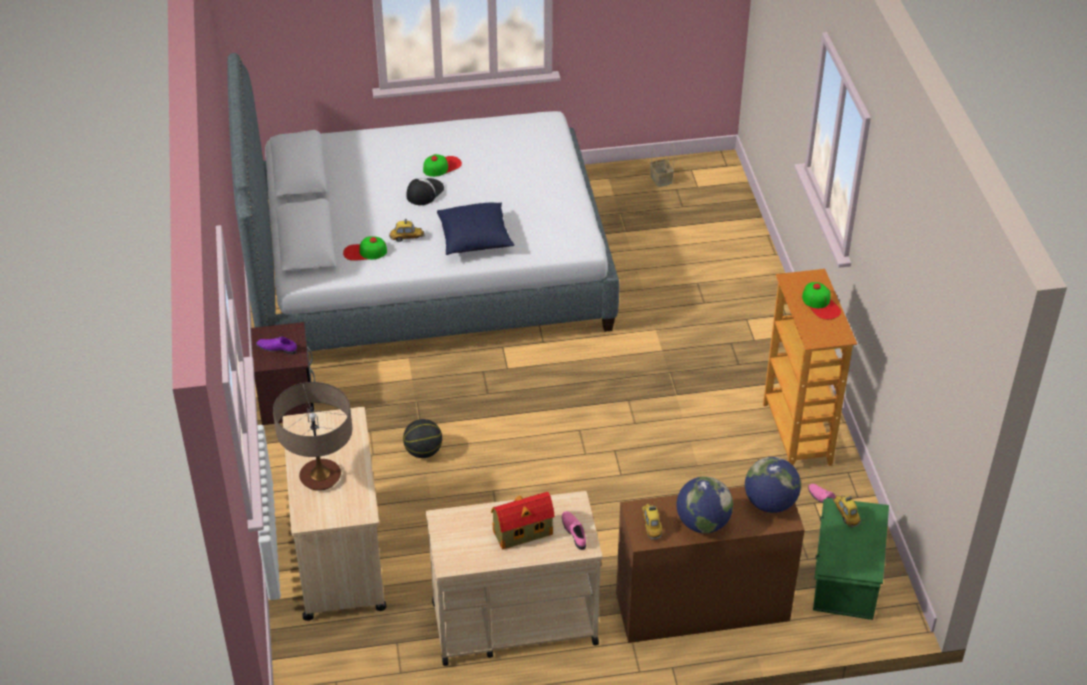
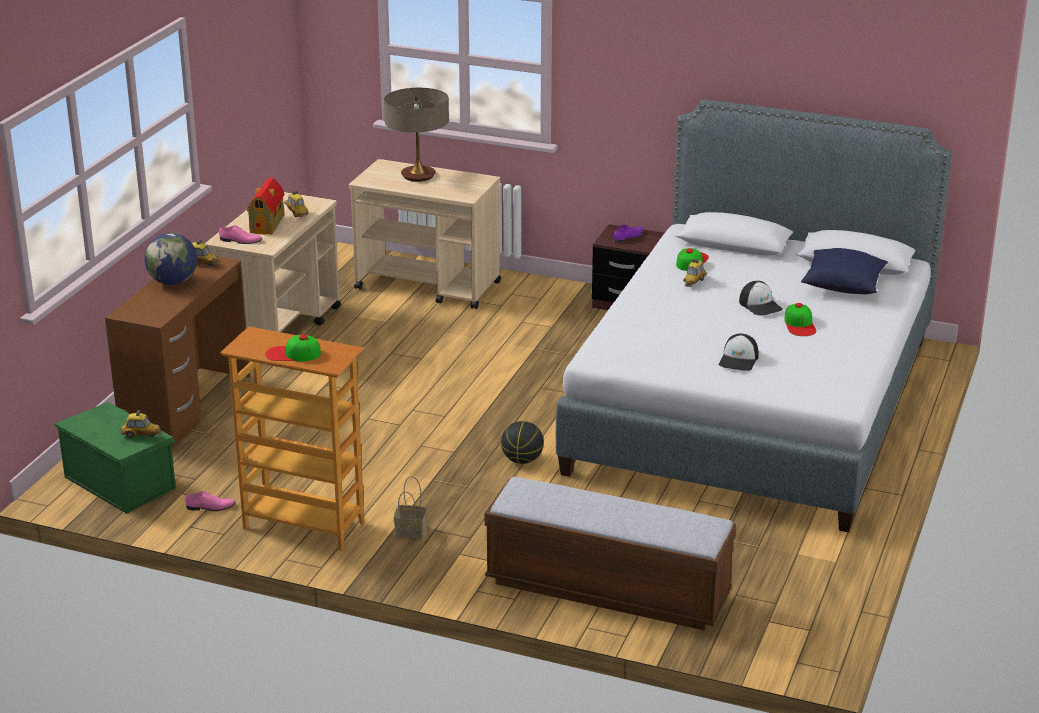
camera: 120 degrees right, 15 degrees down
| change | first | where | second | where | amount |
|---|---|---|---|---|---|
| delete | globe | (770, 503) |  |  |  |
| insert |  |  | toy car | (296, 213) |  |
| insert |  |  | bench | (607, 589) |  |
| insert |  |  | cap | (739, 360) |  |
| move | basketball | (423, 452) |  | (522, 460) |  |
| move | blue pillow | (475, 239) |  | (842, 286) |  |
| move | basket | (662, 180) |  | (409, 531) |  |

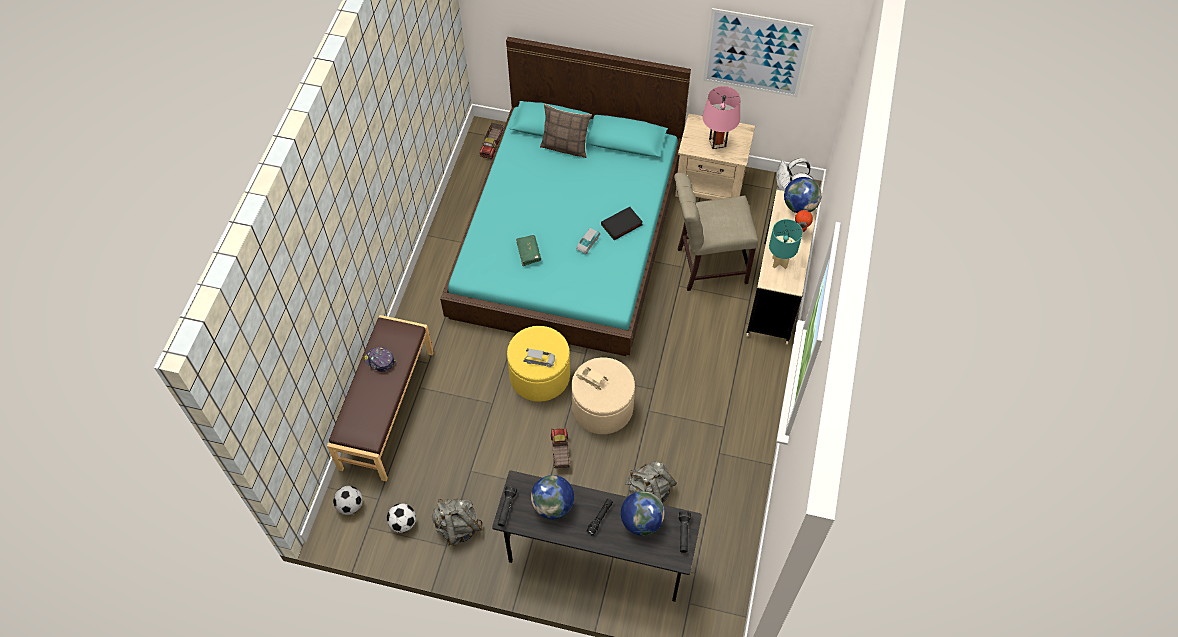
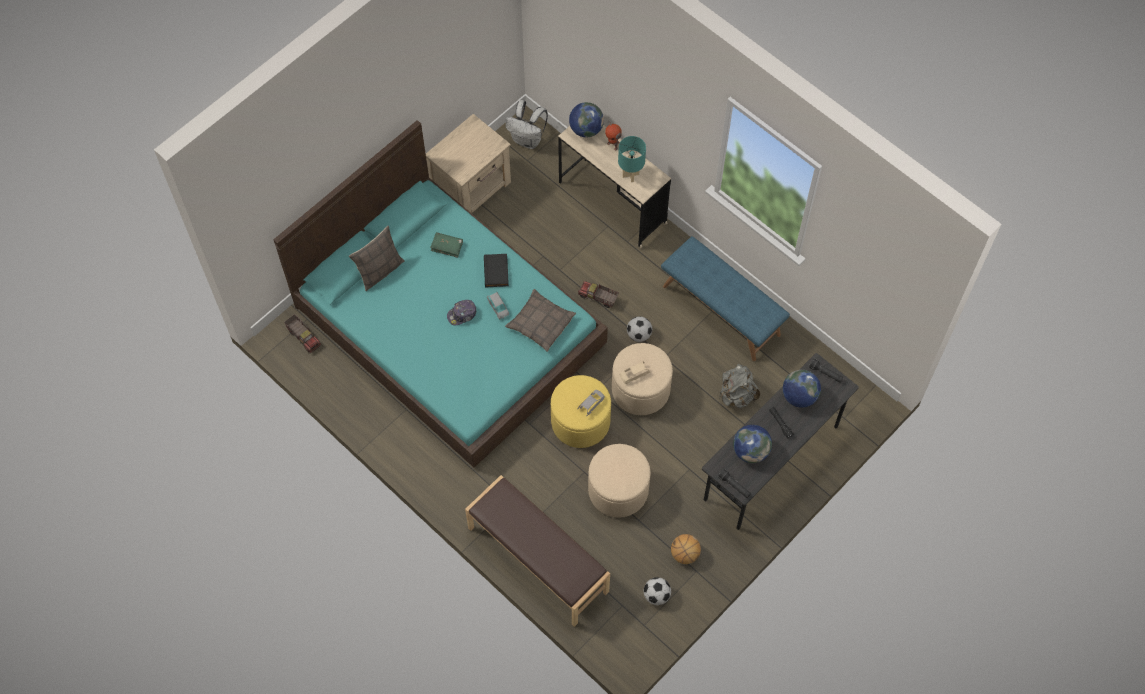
camera: 60 degrees left, 5 degrees up
| change | first | where | second | where | amount |
|---|---|---|---|---|---|
| delete | beige chair | (707, 265) |  |  |  |
| delete | pink table lamp | (717, 142) |  |  |  |
| delete | picture | (756, 53) |  |  |  |
| insert |  |  | pillow | (540, 323) |  |
| insert |  |  | beige ottoman | (618, 490) |  |
| insert |  |  | blue bench | (721, 310) |  |
| move | football | (350, 505) |  | (639, 335) |  |
| move | cap | (379, 361) |  | (462, 314) |  |
| move | green book | (528, 252) |  | (447, 246) |  |
| move | toy truck | (560, 452) |  | (598, 298) |  |
| replace | grey backpack | (457, 527) | basketball | (684, 554) |  |

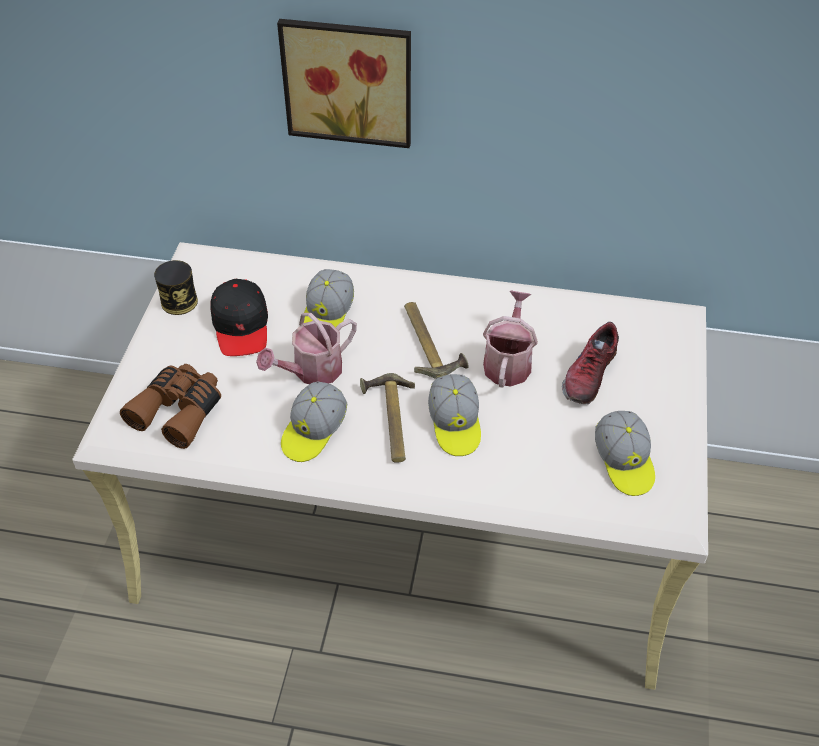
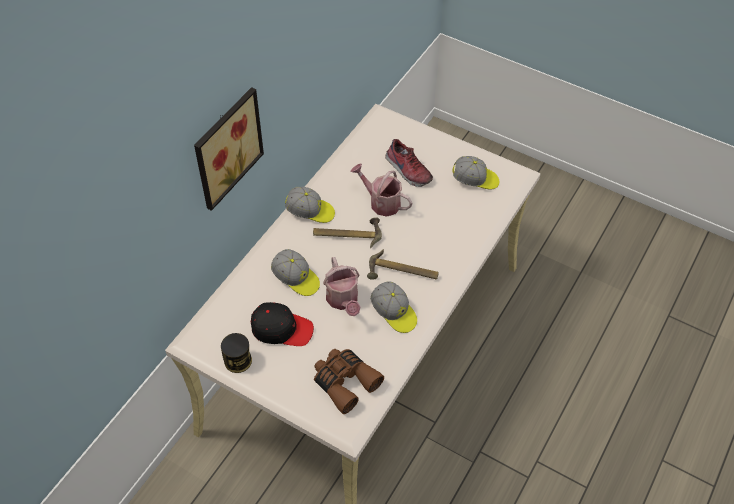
camera: 70 degrees left, 5 degrees up
| change | first | where | second | where | amount |
|---|---|---|---|---|---|
| move | cap | (455, 424) |  | (310, 212) |  |

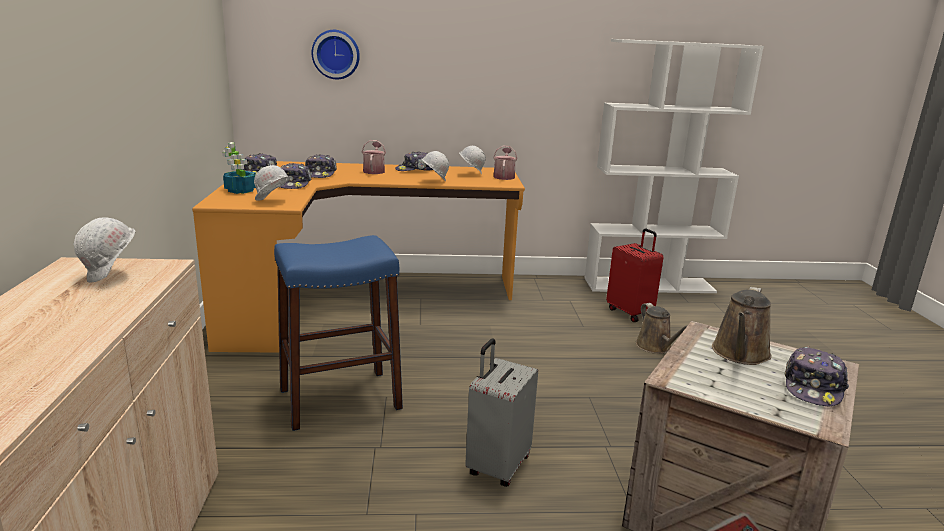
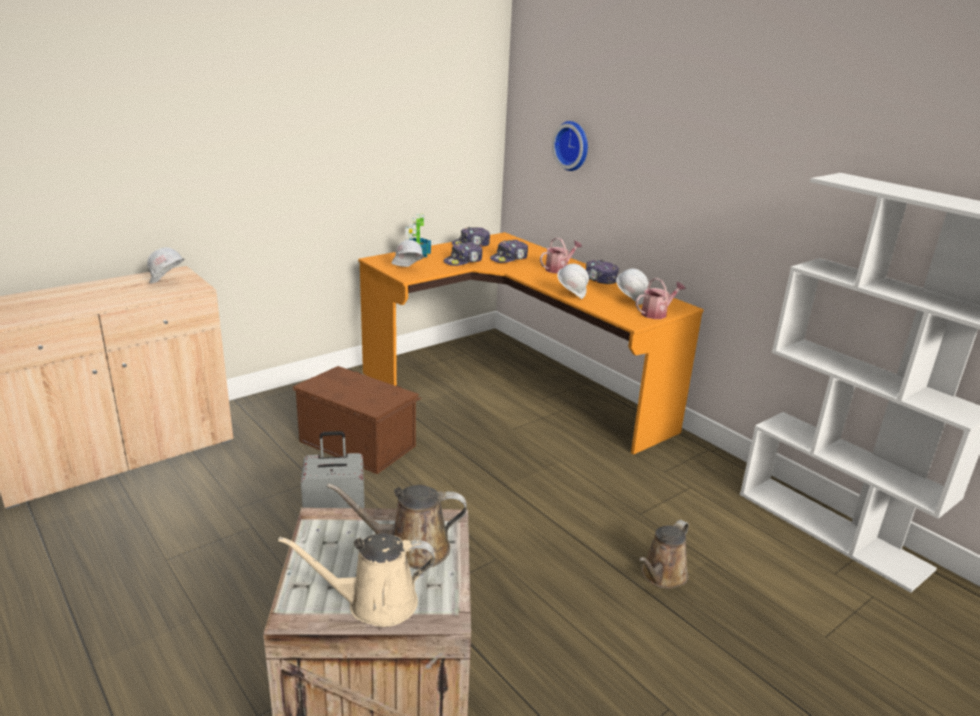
camera: 55 degrees right, 5 degrees up
| change | first | where | second | where | amount |
|---|---|---|---|---|---|
| delete | red suitcase | (630, 313) |  |  |  |
| replace | blue stool | (339, 399) | brown storage box | (358, 443) |  |
| replace | cap | (813, 387) | beige watering can | (375, 603) |  |

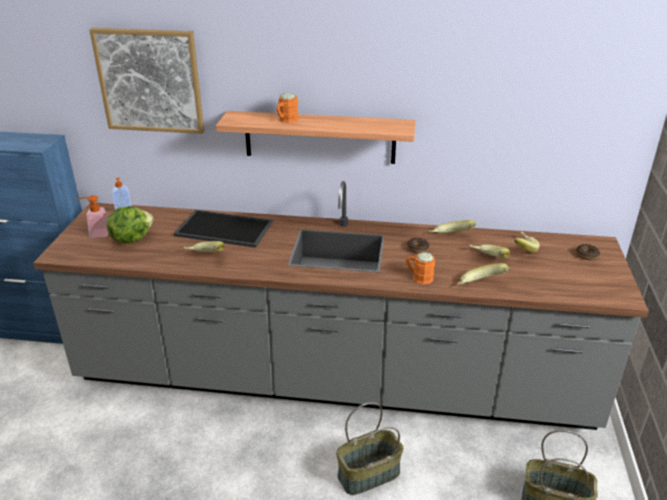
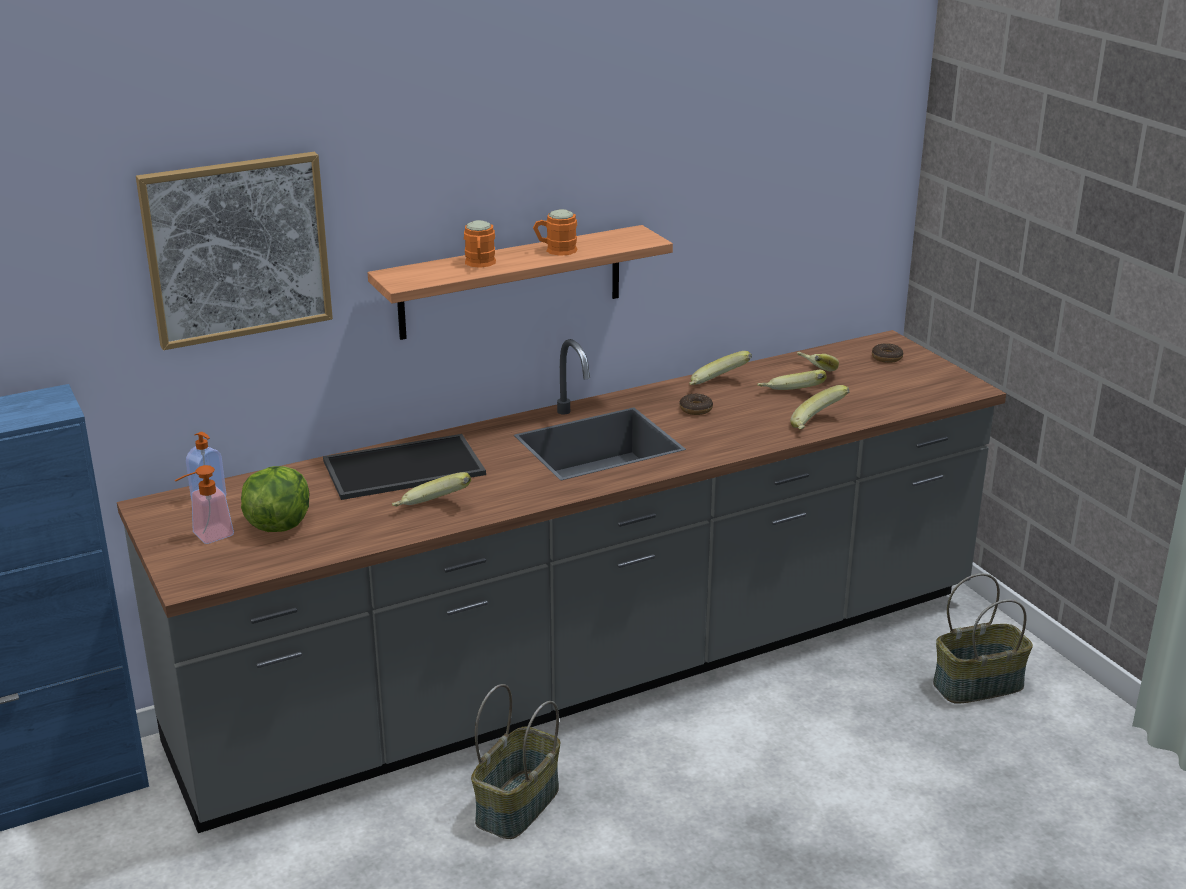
camera: 35 degrees left, 5 degrees down
| change | first | where | second | where | amount |
|---|---|---|---|---|---|
| move | basket | (368, 475) |  | (518, 806) |  |
| move | orange mug | (419, 277) |  | (555, 250) |  |

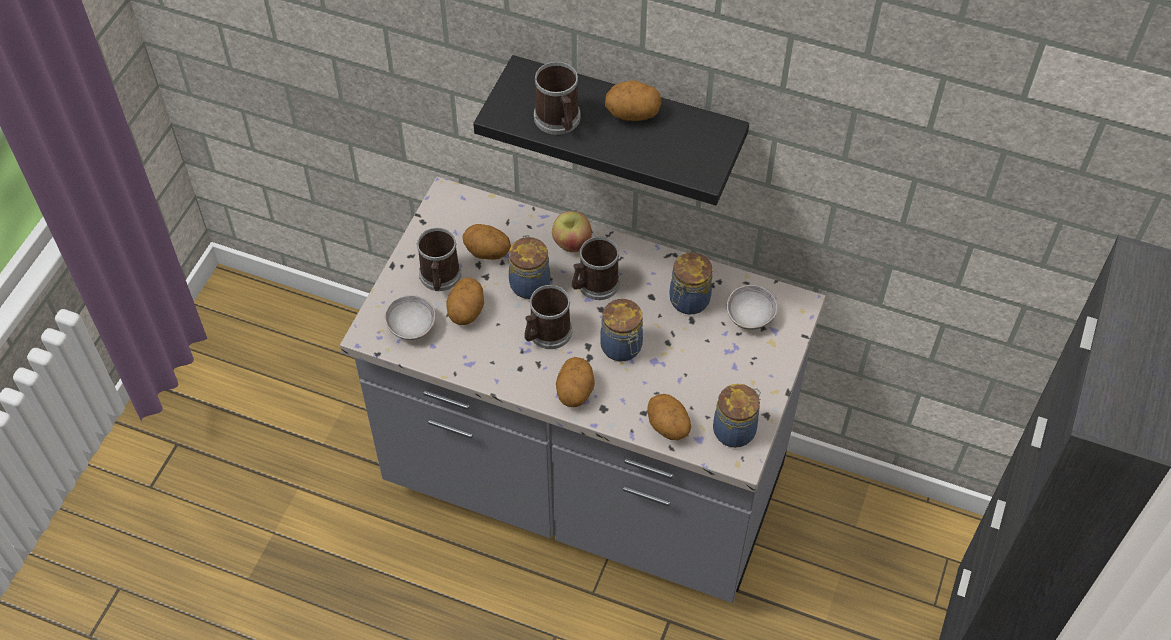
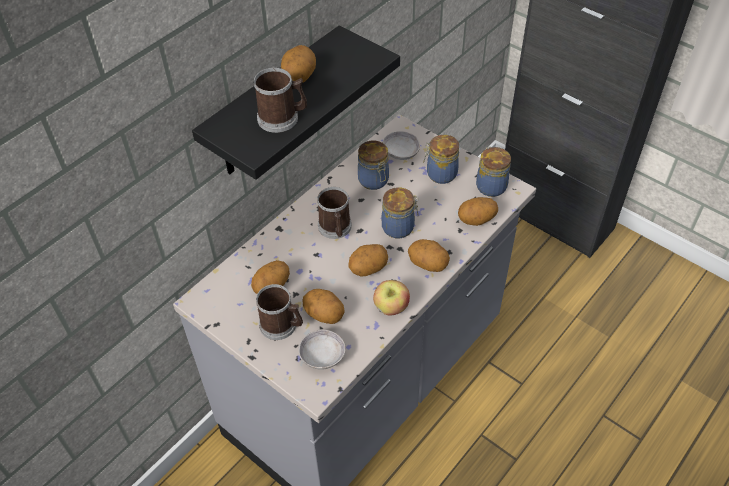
camera: 70 degrees left, 5 degrees down
| change | first | where | second | where | amount |
|---|---|---|---|---|---|
| move | jar | (529, 283) |  | (440, 174) |  |
| move | apple | (571, 243) |  | (391, 307) |  |
| replace | mug | (546, 334) | potato | (368, 268) |  |

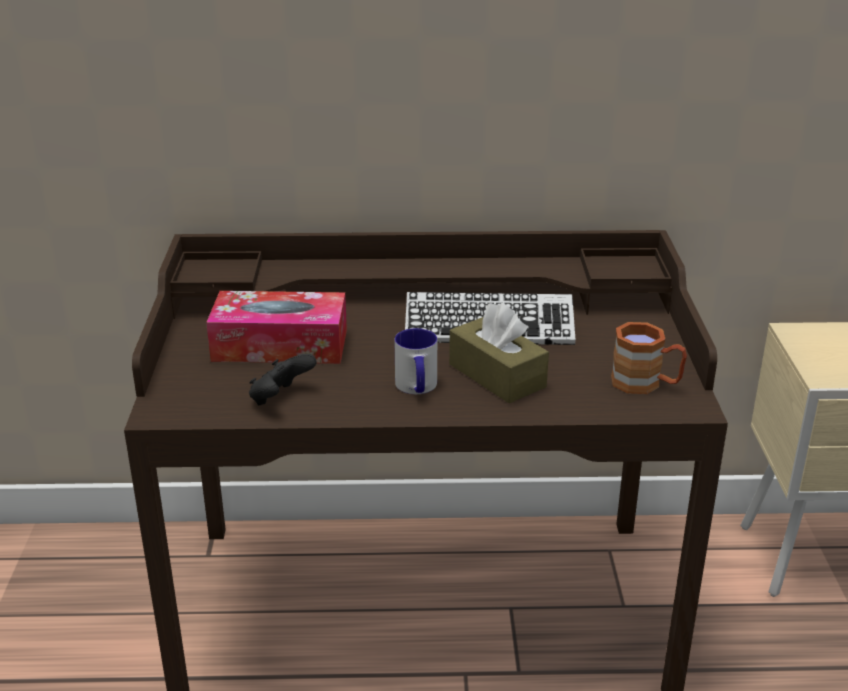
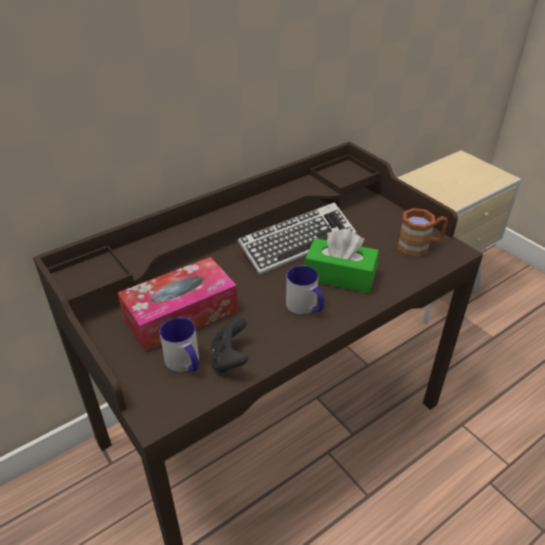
camera: 35 degrees left, 10 degrees up
| change | first | where | second | where | amount |
|---|---|---|---|---|---|
| insert |  |  | mug | (185, 363) |  |
| recolor | brown tissue box | (497, 375) | green tissue box | (340, 276) |  |

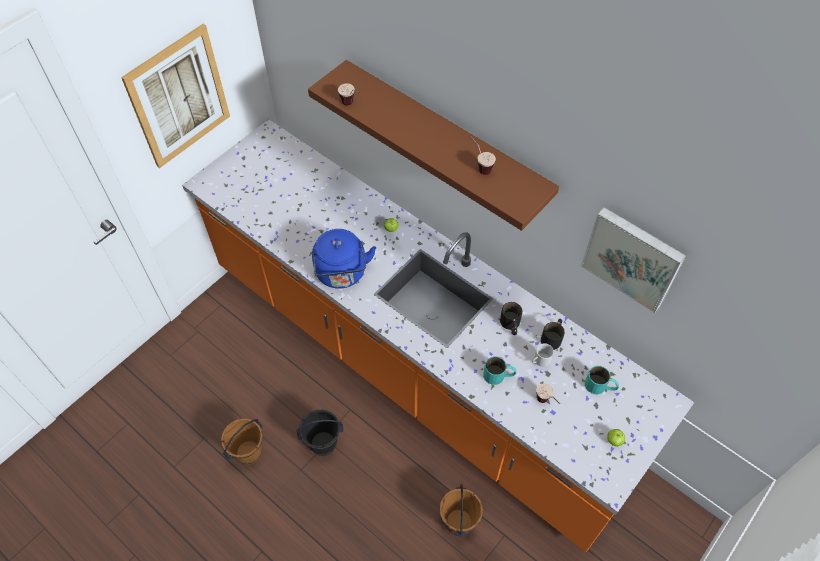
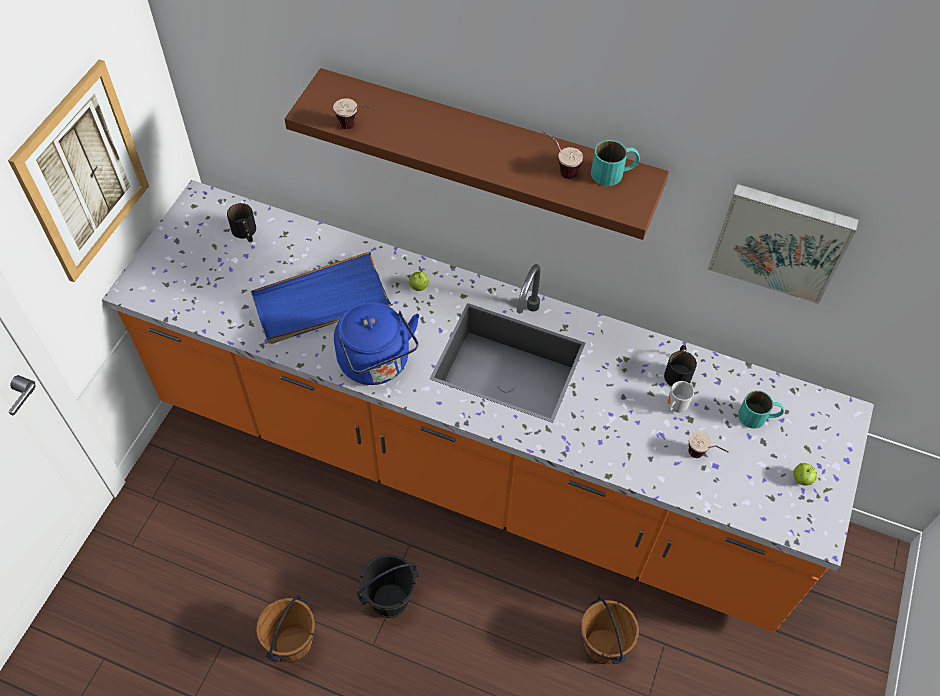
camera: 20 degrees left, 0 degrees up
| change | first | where | second | where | amount |
|---|---|---|---|---|---|
| insert |  |  | blue tray | (321, 302) |  |
| move | turquoise mug | (499, 375) |  | (614, 172) |  |
| move | black mug | (511, 325) |  | (246, 233) |  |

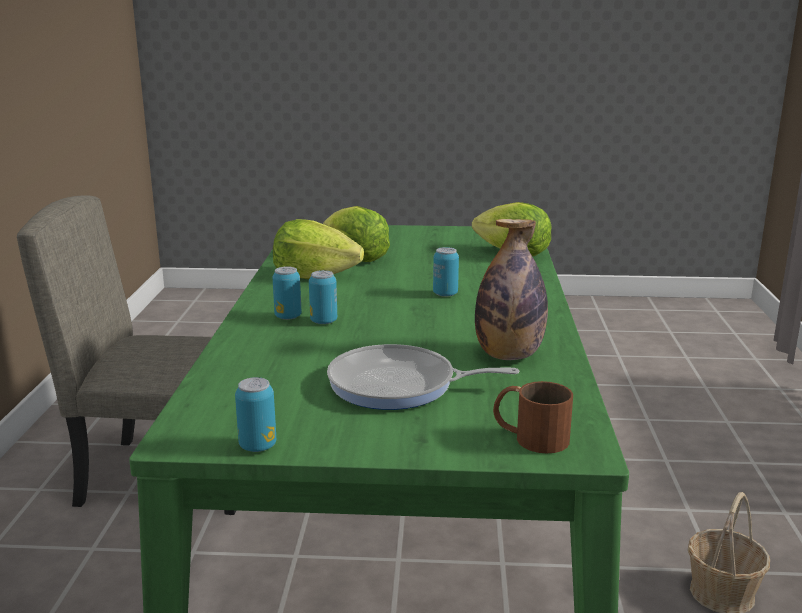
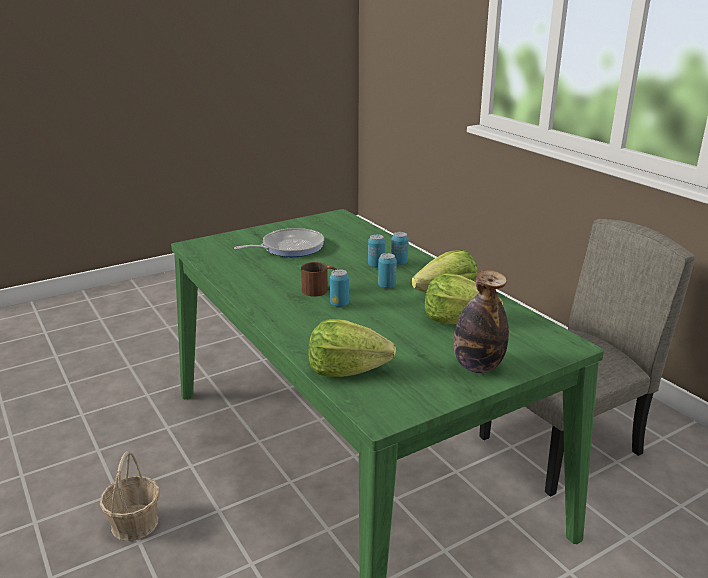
camera: 145 degrees right, 5 degrees up
| change | first | where | second | where | amount |
|---|---|---|---|---|---|
| move | can | (257, 446) |  | (386, 286) |  |
| move | bottle | (508, 355) |  | (477, 366) |  |
| move | brown mug | (529, 436) |  | (321, 290) |  |

